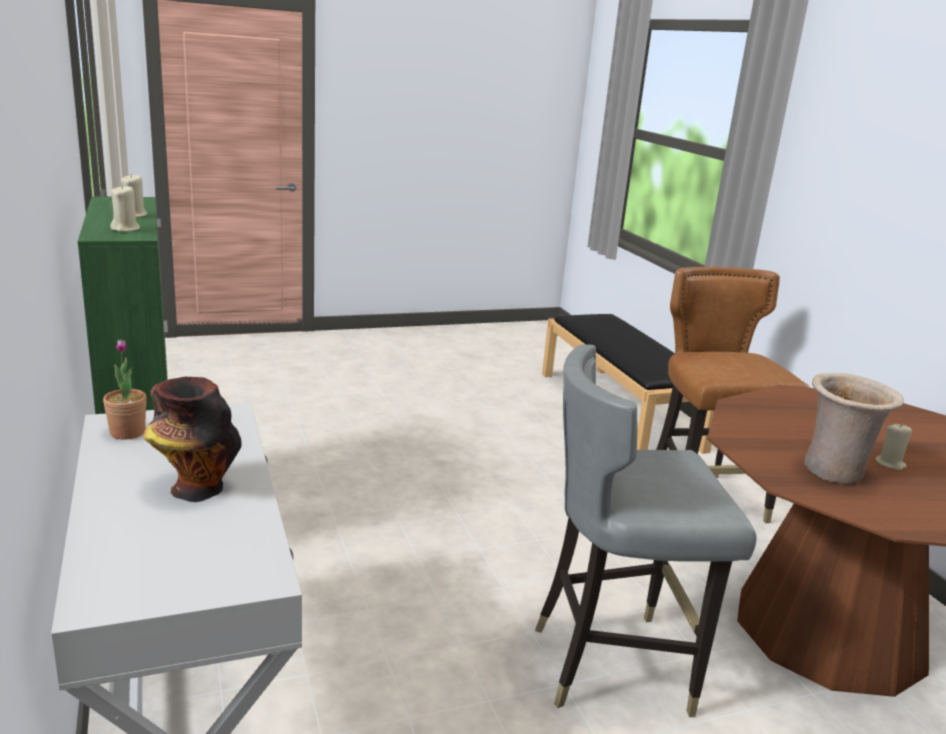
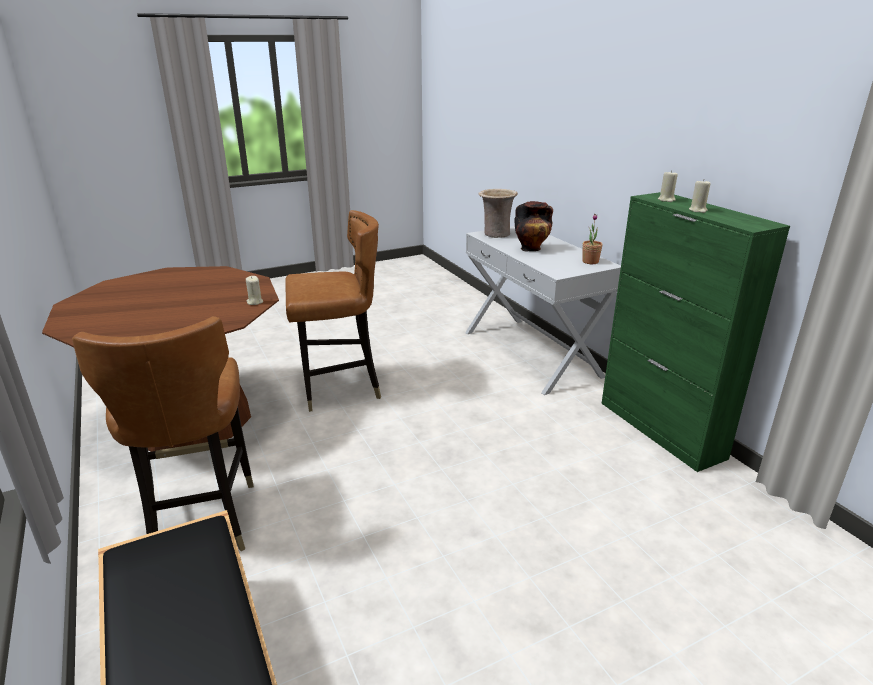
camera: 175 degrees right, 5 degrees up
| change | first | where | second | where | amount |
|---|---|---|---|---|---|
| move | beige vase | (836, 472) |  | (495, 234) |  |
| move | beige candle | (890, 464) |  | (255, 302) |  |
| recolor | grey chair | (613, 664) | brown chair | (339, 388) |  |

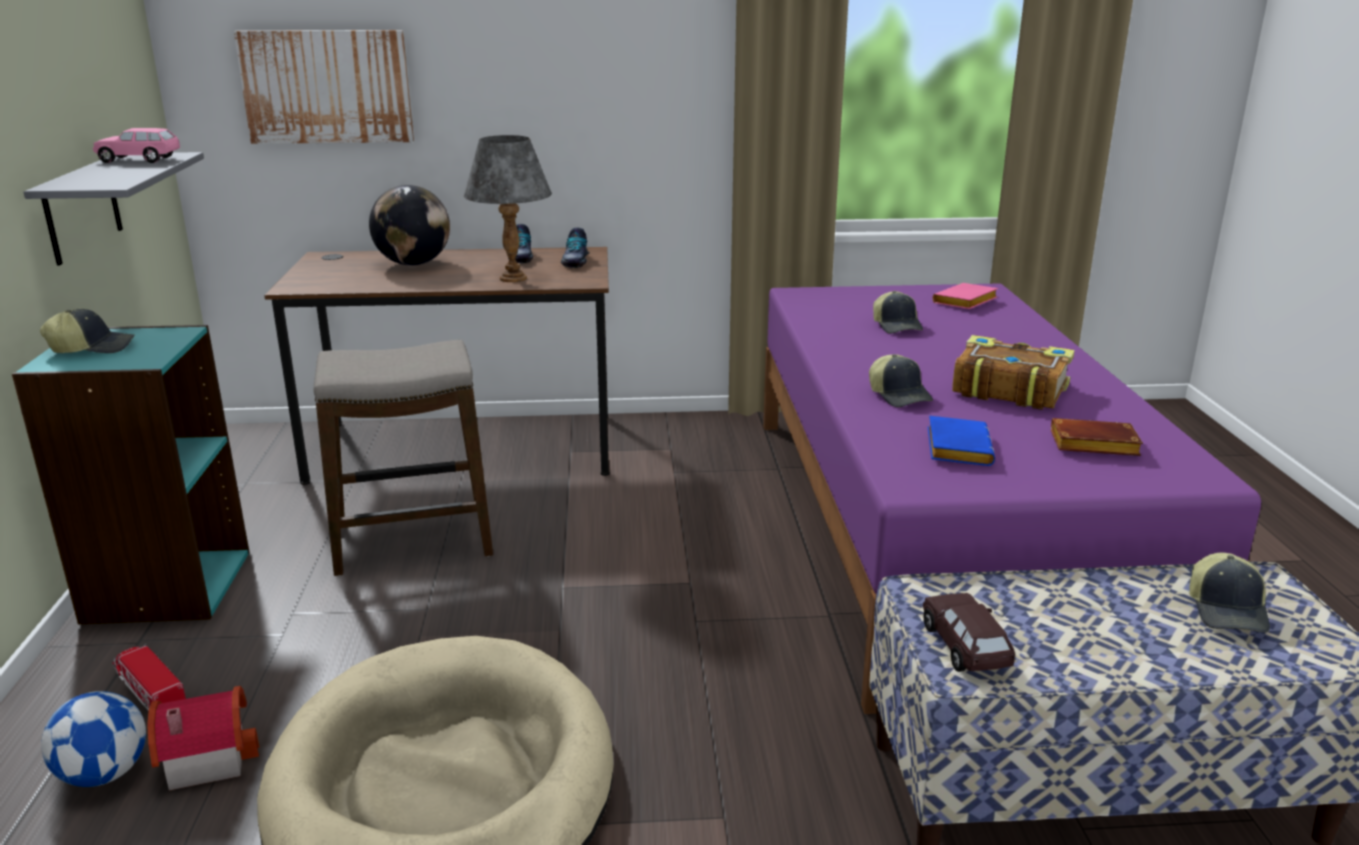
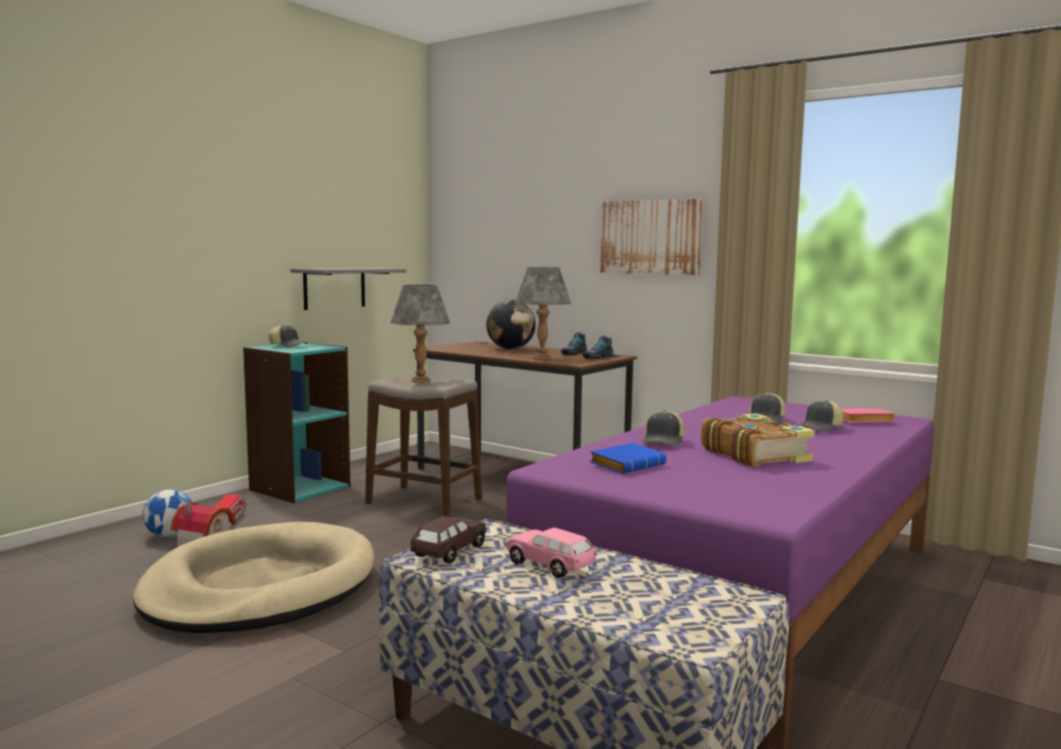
camera: 40 degrees right, 15 degrees down
| change | first | where | second | where | amount |
|---|---|---|---|---|---|
| delete | brown book | (1091, 446) |  |  |  |
| insert |  |  | grey table lamp | (420, 380) |  |
| move | pink toy car | (139, 160) |  | (550, 565) |  |
| move | picture | (327, 86) |  | (650, 237) |  |
| move | cap | (1228, 610) |  | (820, 429) |  |

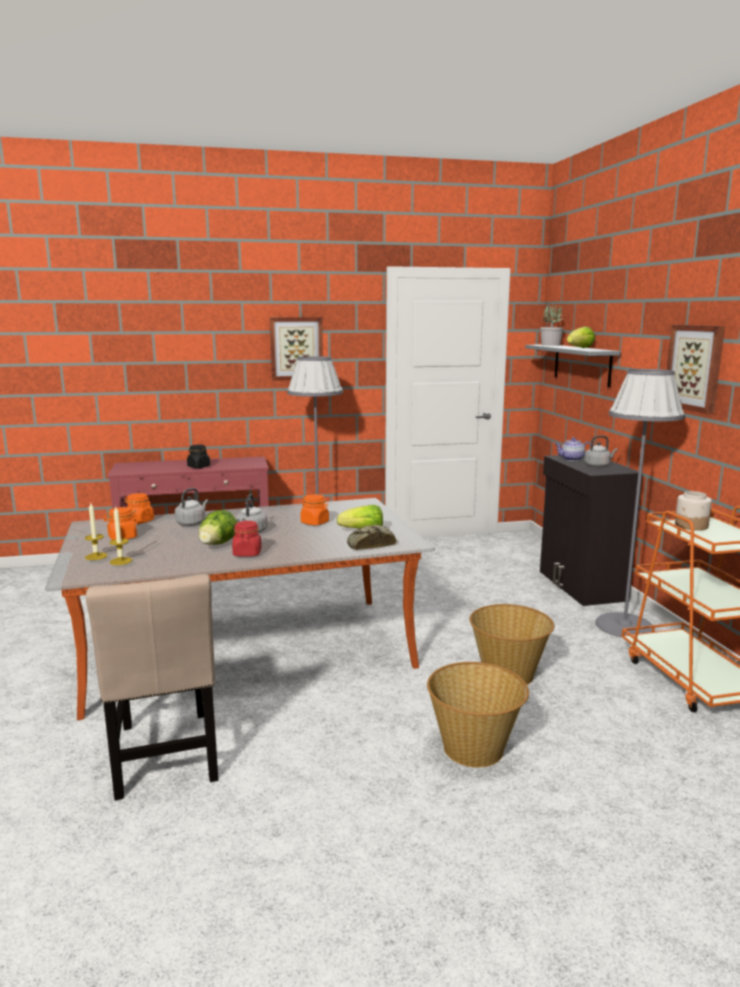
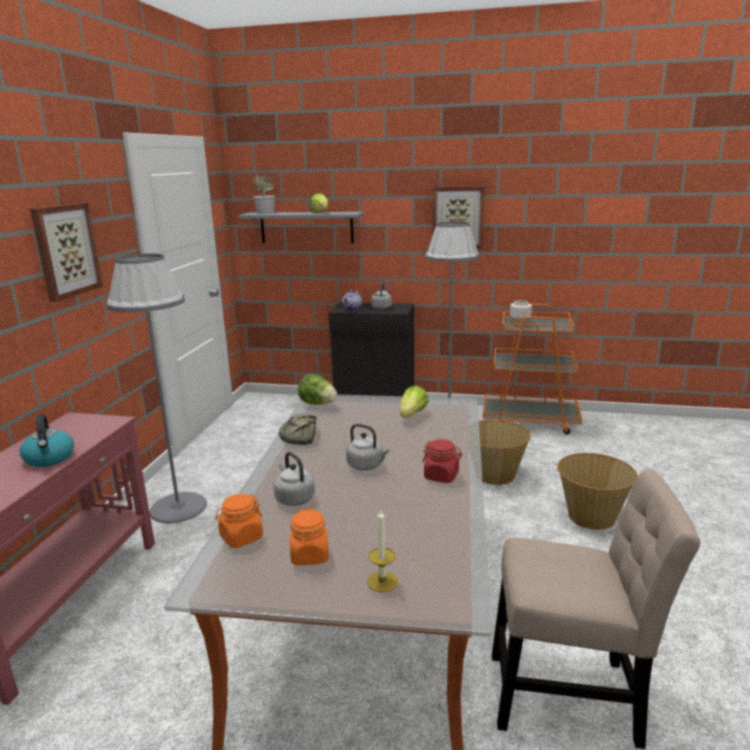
camera: 65 degrees left, 5 degrees up
| change | first | where | second | where | amount |
|---|---|---|---|---|---|
| delete | candle | (121, 561) |  |  |  |
| delete | orange jar | (315, 522) |  |  |  |
| move | lettuce | (217, 544) |  | (318, 404) |  |
| move | bread | (369, 544) |  | (300, 436) |  |
| replace | black jar | (198, 466) | kettle | (49, 458) |  |

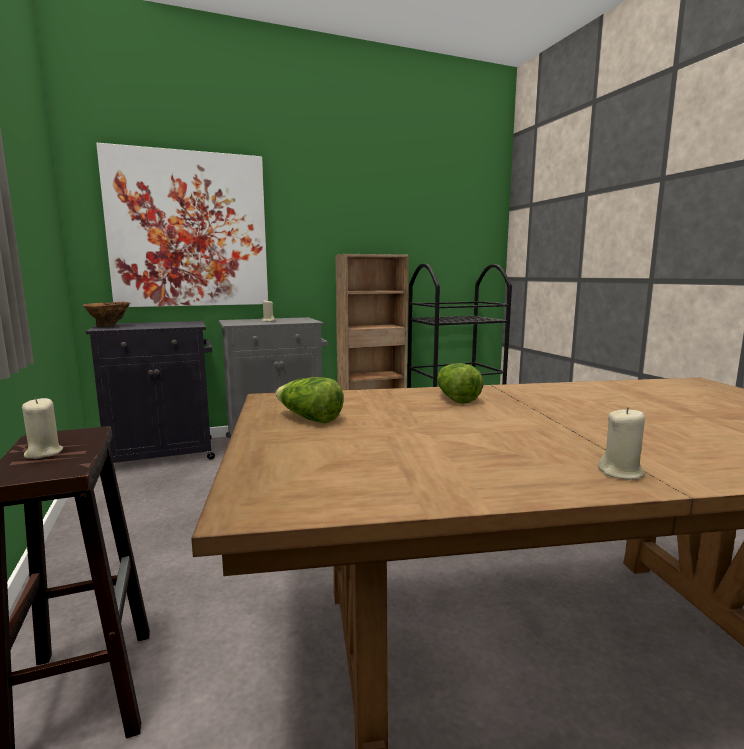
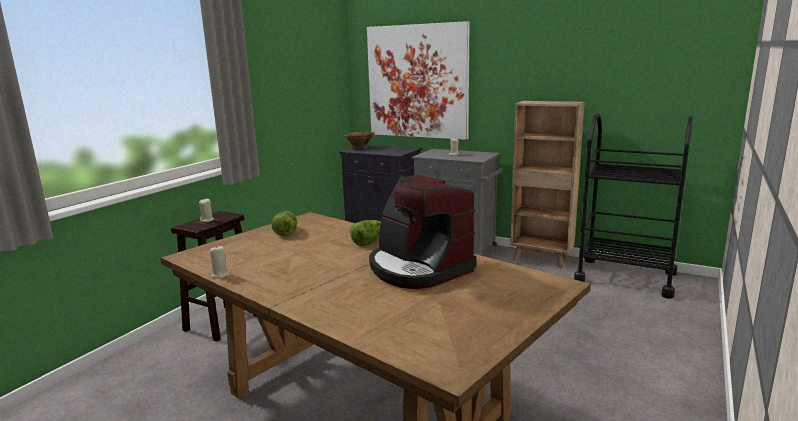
camera: 50 degrees right, 5 degrees up
| change | first | where | second | where | amount |
|---|---|---|---|---|---|
| insert |  |  | coffee machine | (418, 268) |  |
| move | beige candle | (621, 473) |  | (220, 274) |  |

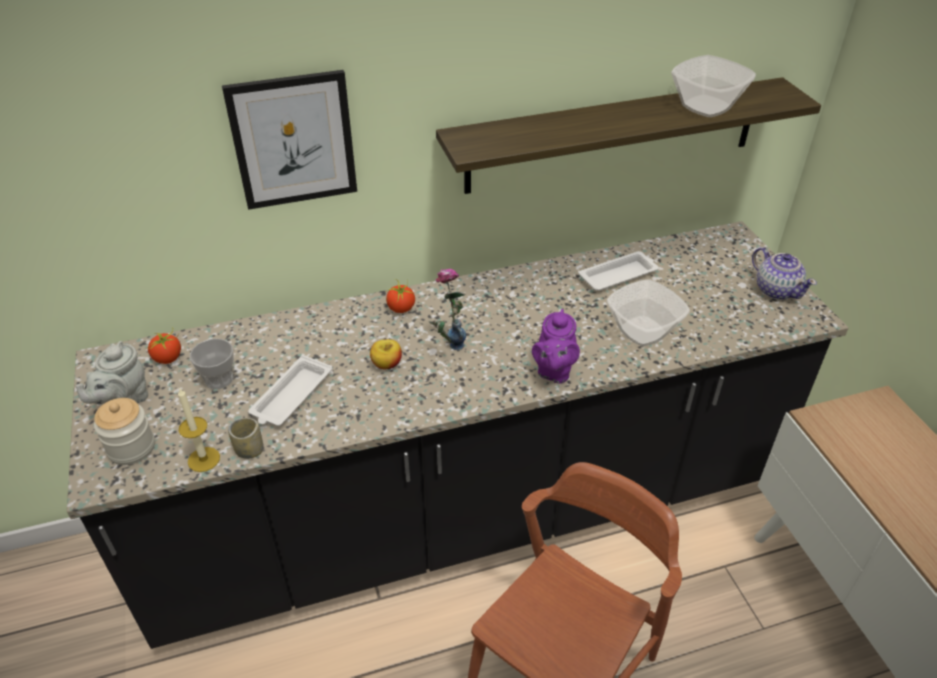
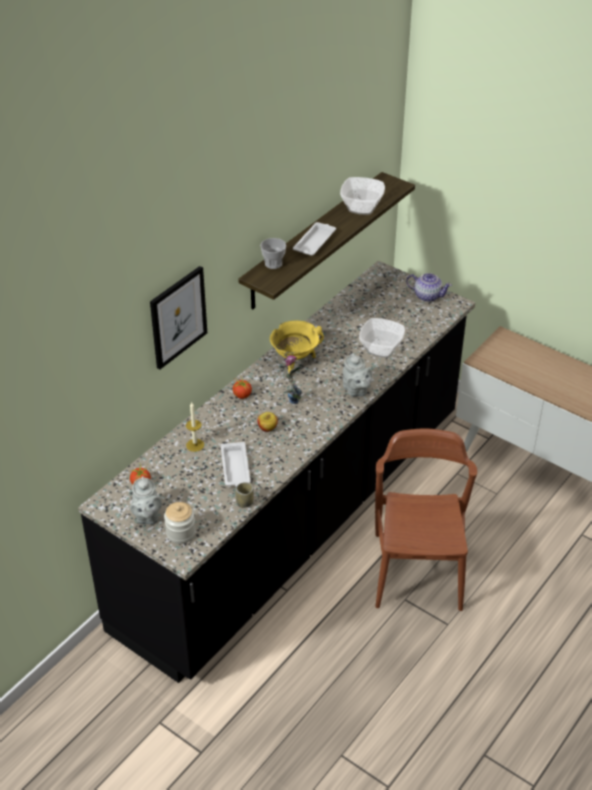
camera: 35 degrees left, 0 degrees up
| change | first | where | second | where | amount |
|---|---|---|---|---|---|
| insert |  |  | yellow cooking pot | (295, 362) |  |
| move | candle | (203, 459) |  | (195, 445) |  |
| move | cup | (219, 379) |  | (273, 264) |  |
| move | white tray | (619, 275) |  | (315, 242) |  |
| recolor | purple teapot | (553, 371) | grey teapot | (356, 390) |  |

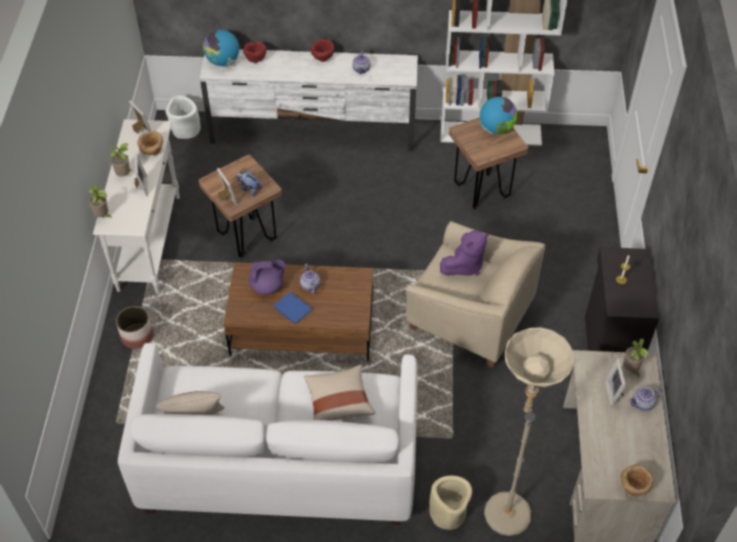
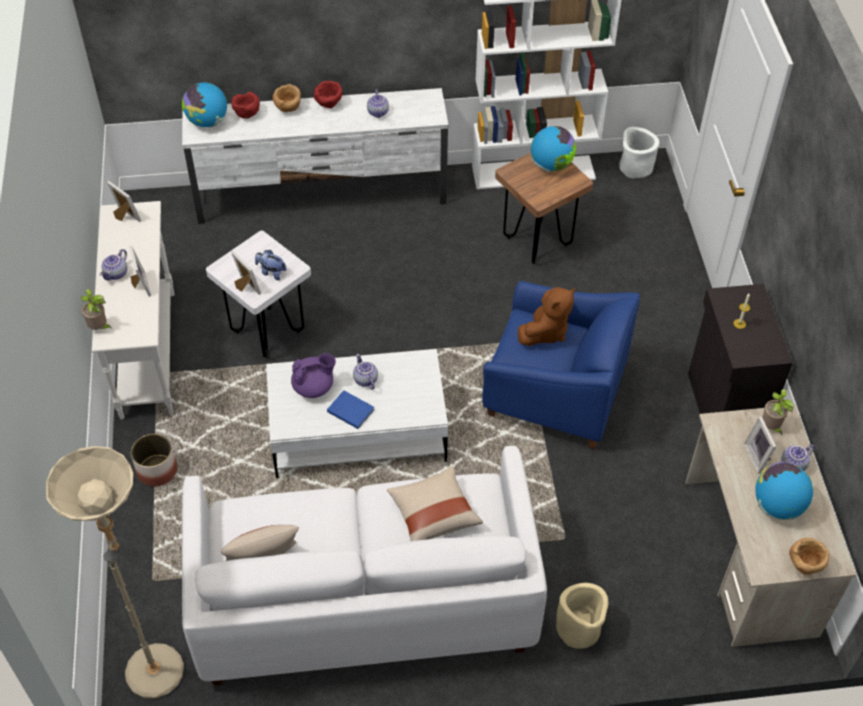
camera: 10 degrees left, 0 degrees up
| change | first | where | second | where | amount |
|---|---|---|---|---|---|
| insert |  |  | globe | (777, 505) |  |
| move | brown bowl | (152, 152) |  | (288, 109) |  |
| move | white planter | (185, 130) |  | (634, 167) |  |
| move | beige floor lamp | (507, 504) |  | (155, 659) |  |
| replace | potted plant | (124, 175) | teapot | (116, 274) |  |
| recolor | brown stool | (247, 237) | white stool | (267, 332) |  |
| recolor | brown coffee table | (302, 328) | white coffee table | (358, 432) |  |
| recolor | beige armchair | (469, 317) | blue armchair | (554, 393) |  |
| recolor | purple plush toy | (464, 265) | brown plush toy | (545, 331) |  |

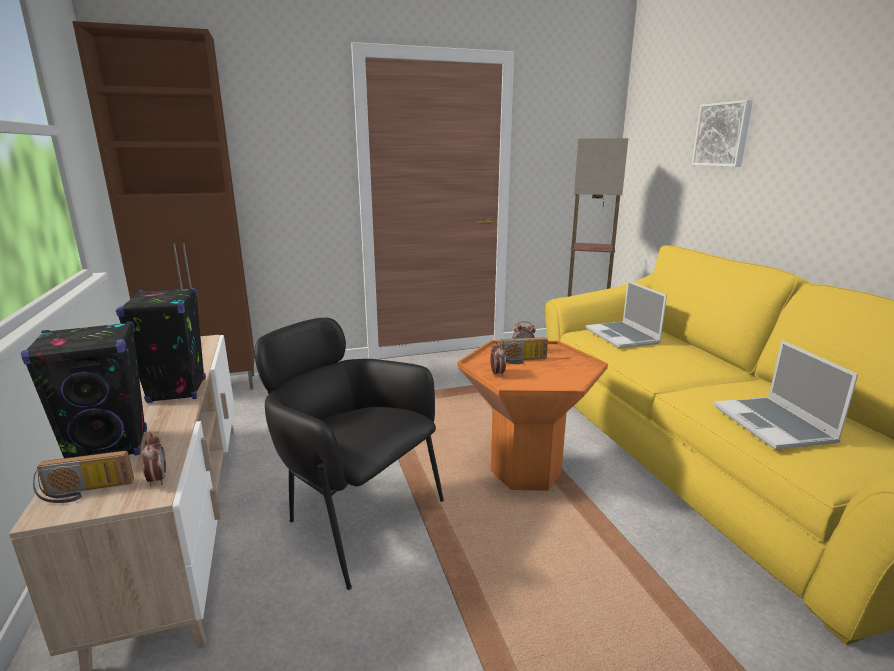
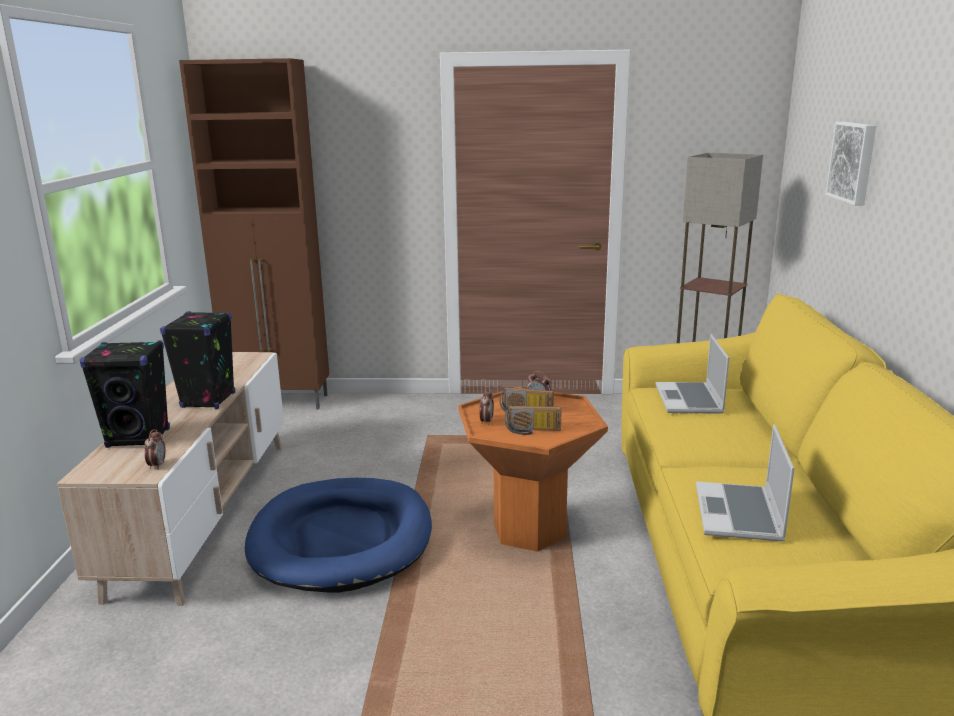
camera: 20 degrees right, 0 degrees up
| change | first | where | second | where | amount |
|---|---|---|---|---|---|
| move | radio | (85, 492) |  | (532, 431) |  |
| replace | black armchair | (353, 517) | blue dog bed | (342, 539) |  |

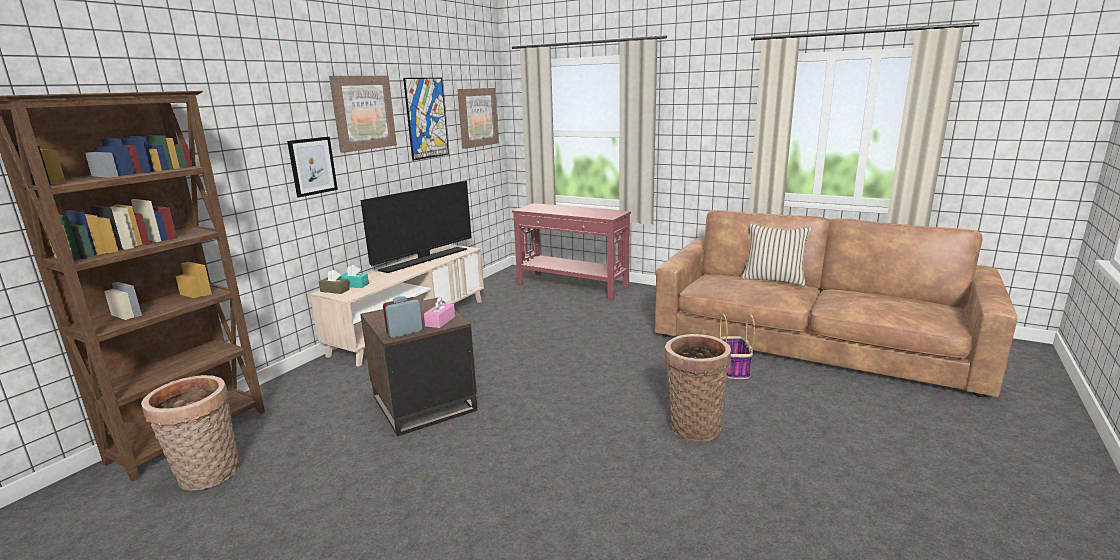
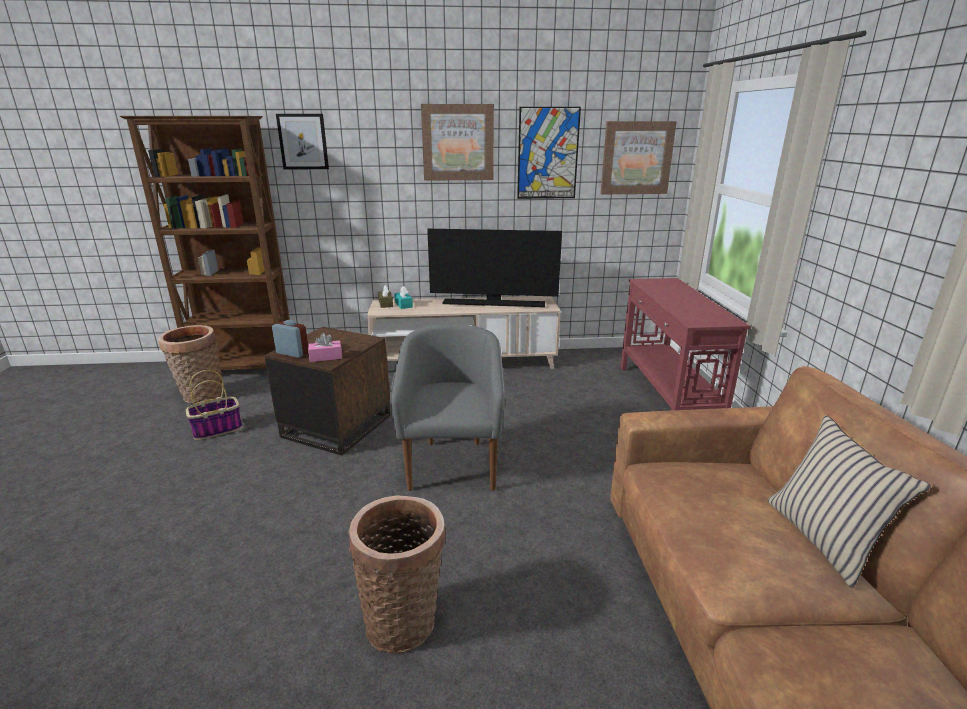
camera: 55 degrees right, 5 degrees up
| change | first | where | second | where | amount |
|---|---|---|---|---|---|
| insert |  |  | grey armchair | (453, 464) |  |
| move | picture | (312, 166) |  | (303, 141) |  |
| move | basket | (733, 368) |  | (218, 429) |  |

